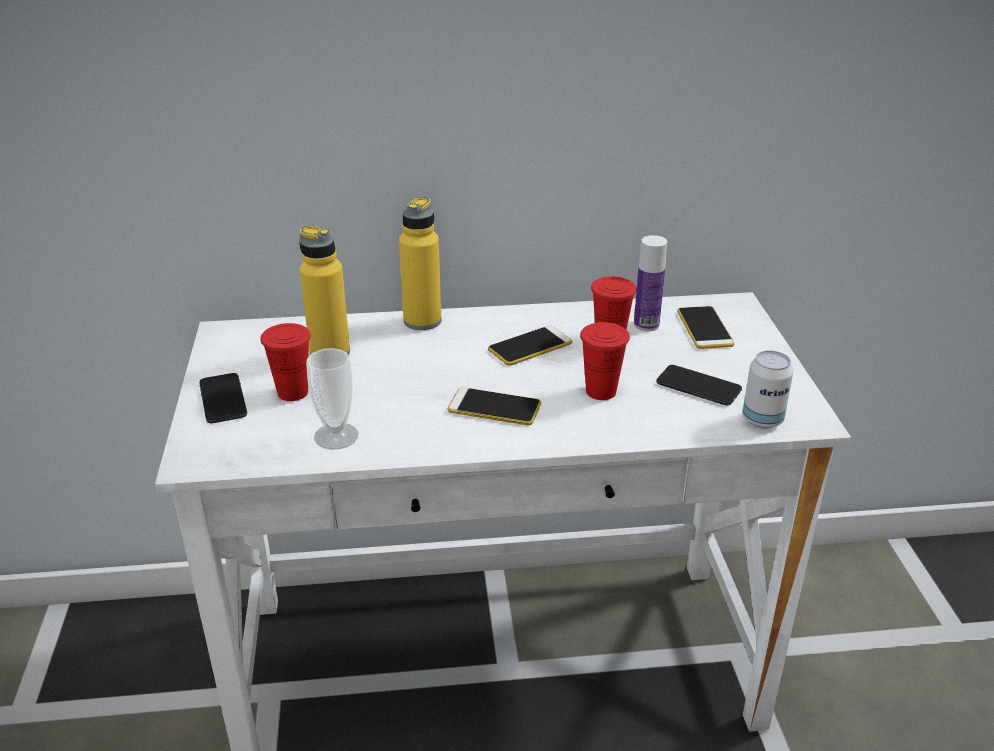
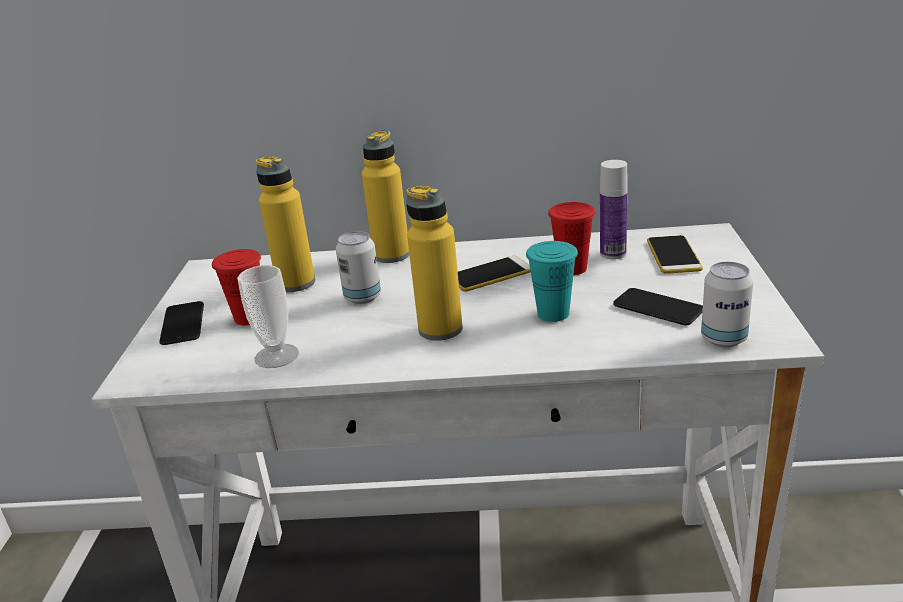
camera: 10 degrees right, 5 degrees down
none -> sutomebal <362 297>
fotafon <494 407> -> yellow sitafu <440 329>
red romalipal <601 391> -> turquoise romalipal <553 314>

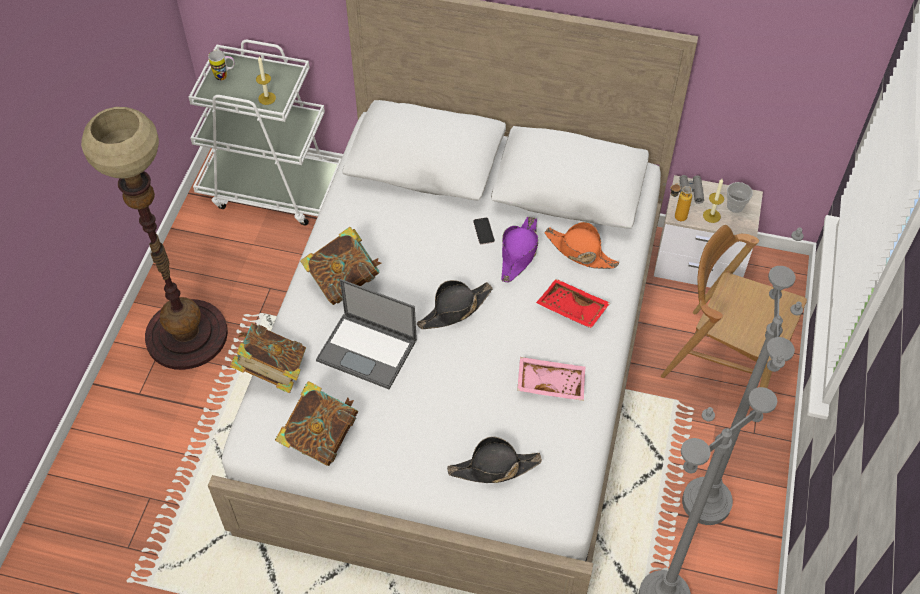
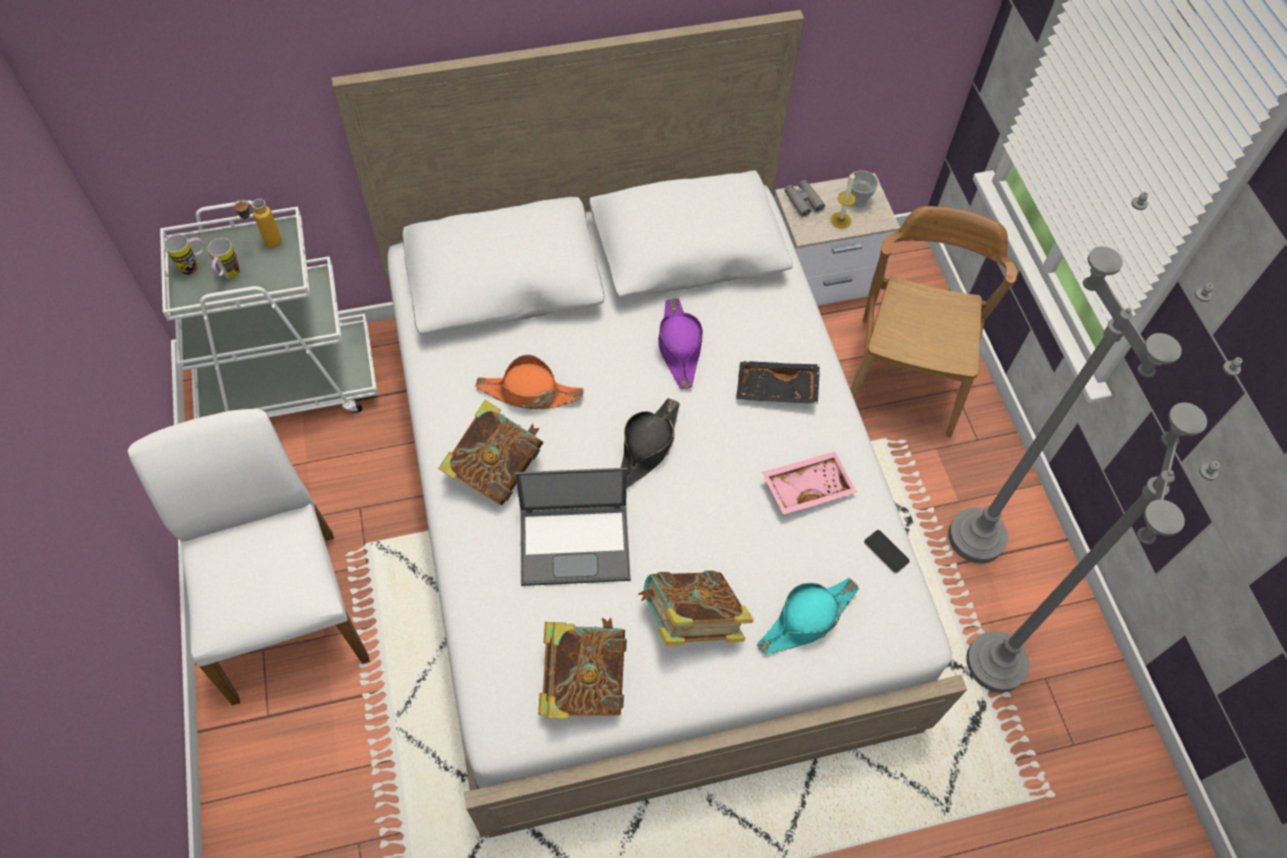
camera: 30 degrees left, 5 degrees up
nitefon <187 334> -> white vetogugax <287 611>
none -> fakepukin <229 276>
sitafu <675 217> -> sitafu <266 244>, relocated
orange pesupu <580 251> -> orange pesupu <529 393>, relocated
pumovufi <272 371> -> pumovufi <691 621>, relocated
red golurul <571 309> -> black golurul <776 390>
black pesupu <494 468> -> turquoise pesupu <806 619>
brown vetogugax <724 362> -> brown vetogugax <905 376>, 105 degrees clockwise
fotafon <483 231> -> fotafon <886 552>, relocated
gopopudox <267 98> -> none

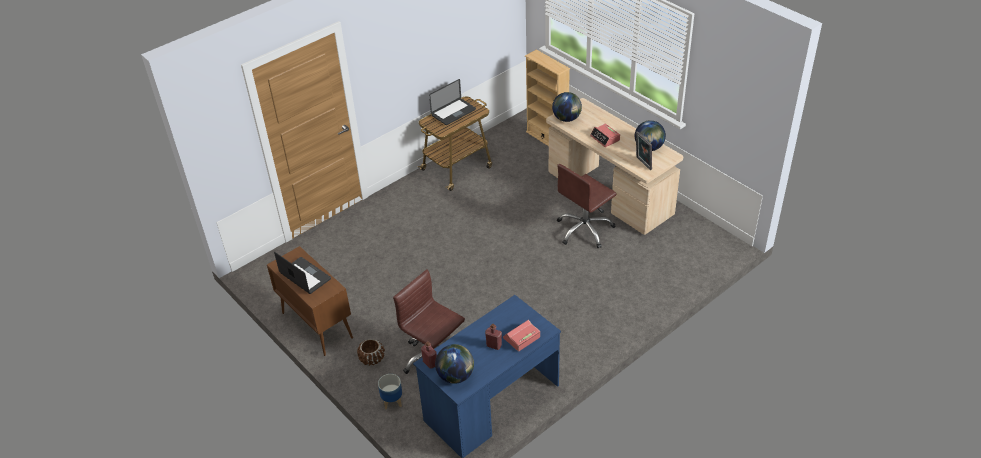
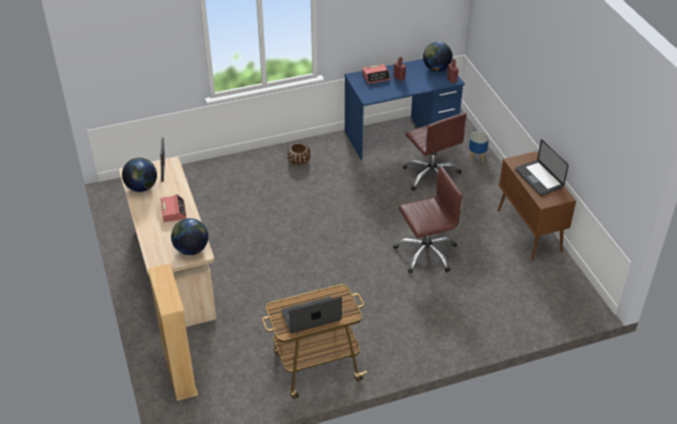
camera: 160 degrees left, 0 degrees up
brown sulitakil <372 359> -> brown sulitakil <299 160>, relocated
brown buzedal <585 230> -> brown buzedal <426 253>, relocated

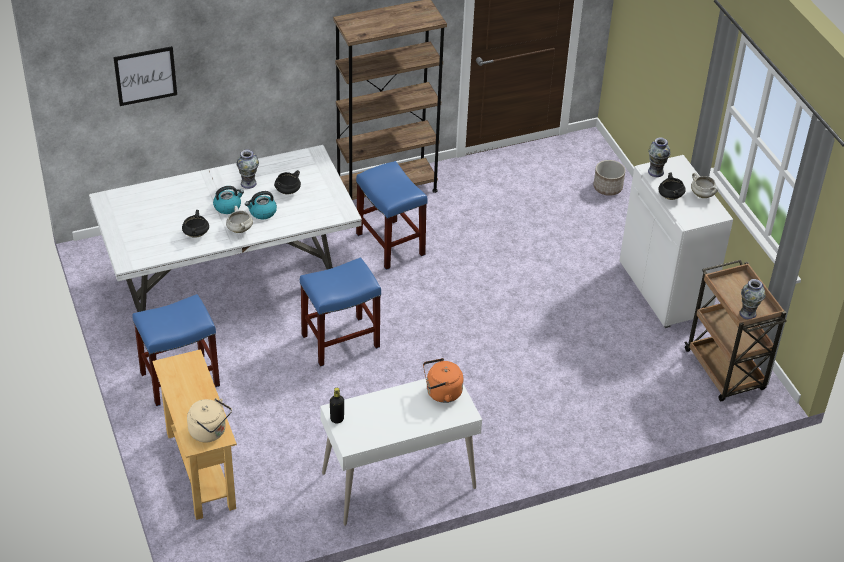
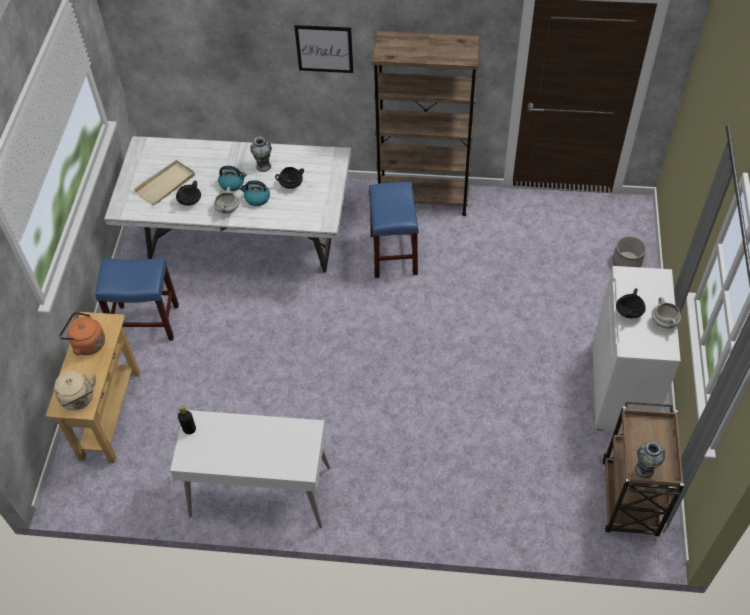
camera: 30 degrees right, 10 degrees up
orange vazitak <441 393> -> orange vazitak <87 343>, relocated
none -> beige golurul <166 184>
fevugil <145 75> -> fevugil <324 48>, relocated
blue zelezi <340 341> -> none
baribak <656 172> -> none

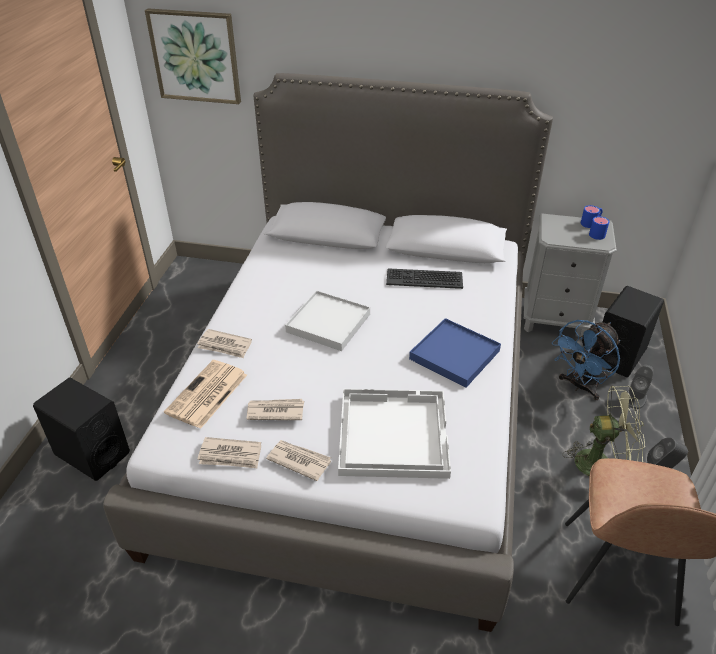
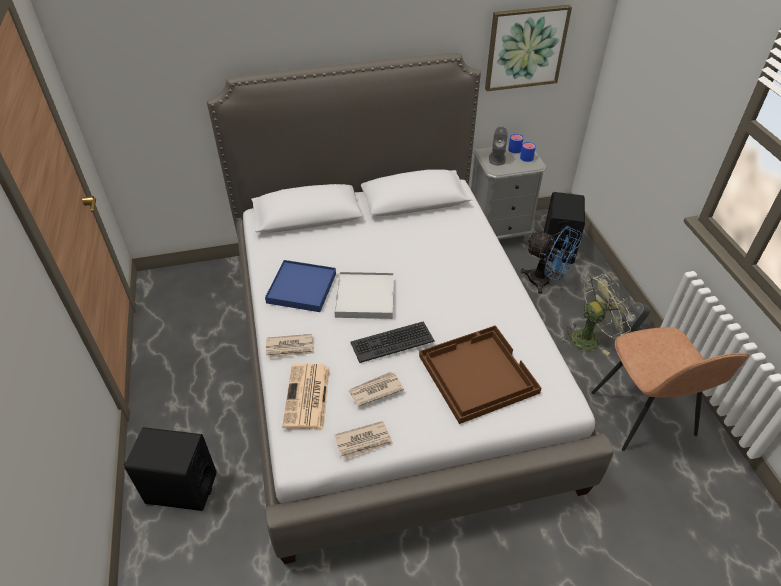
camera: 25 degrees left, 5 degrees up
blue golurul <454 355> -> blue golurul <301 288>, relocated
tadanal <424 279> -> tadanal <392 341>, relocated
white golurul <392 433> -> brown golurul <476 374>
fevugil <195 56> -> fevugil <525 47>, relocated
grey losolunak <635 398> -> grey losolunak <497 158>, relocated
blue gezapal <580 386> -> blue gezapal <544 282>, 75 degrees counterclockwise
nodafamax <299 460> -> none

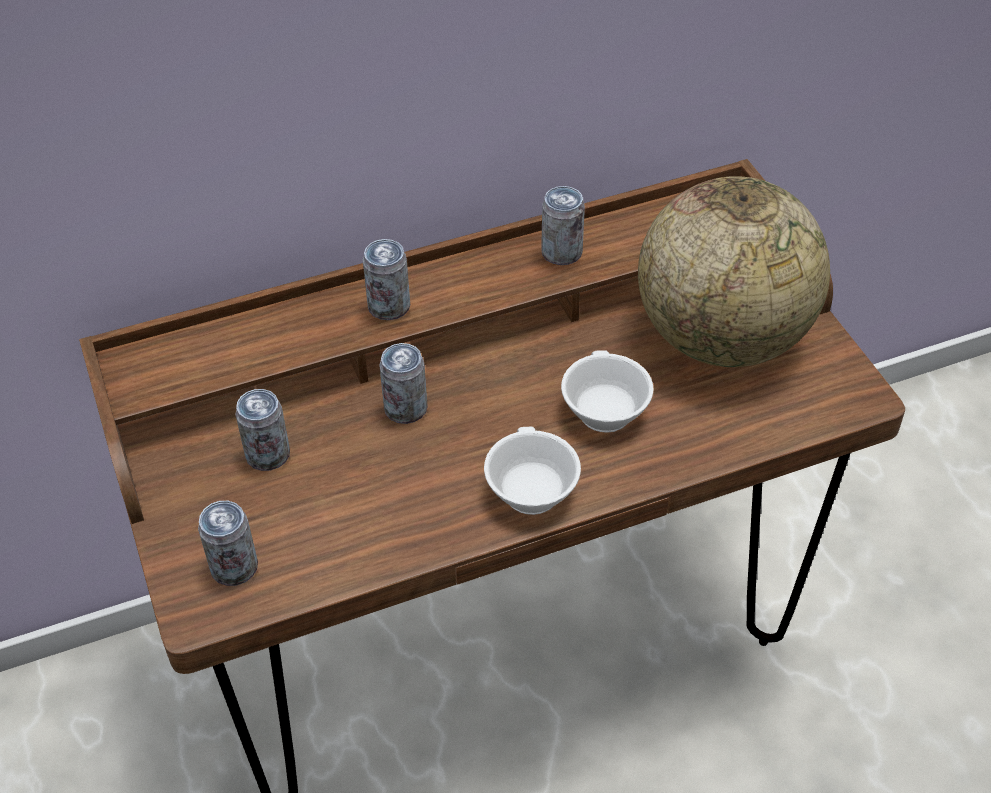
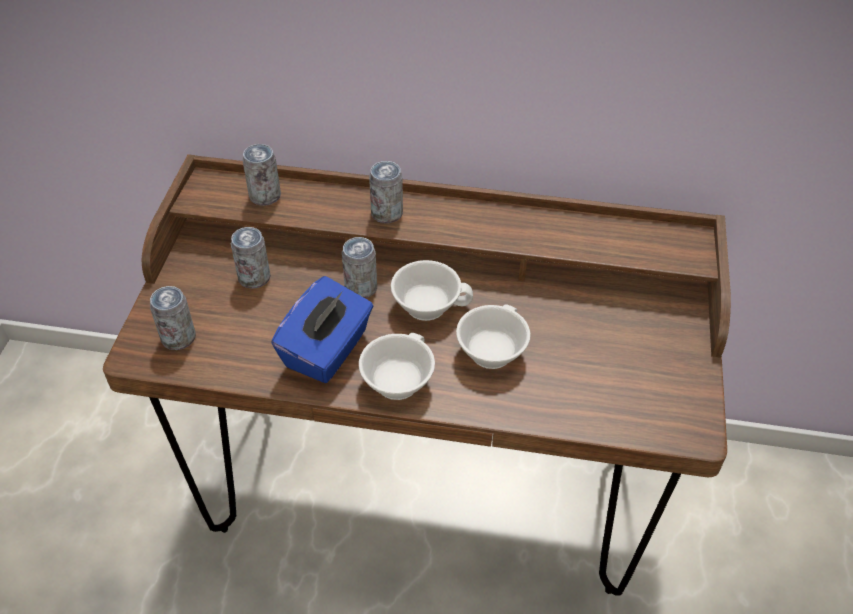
camera: 30 degrees right, 0 degrees up
sutomebal <561 253> -> sutomebal <265 196>, relocated
none -> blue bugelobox <327 350>
none -> white romalipal <428 303>
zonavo <722 338> -> none

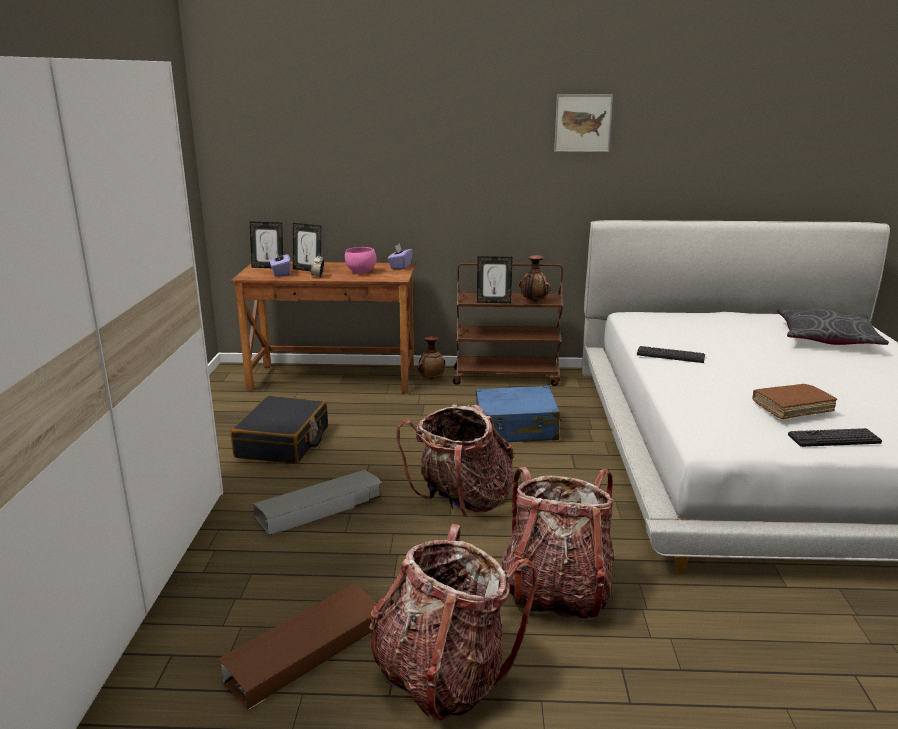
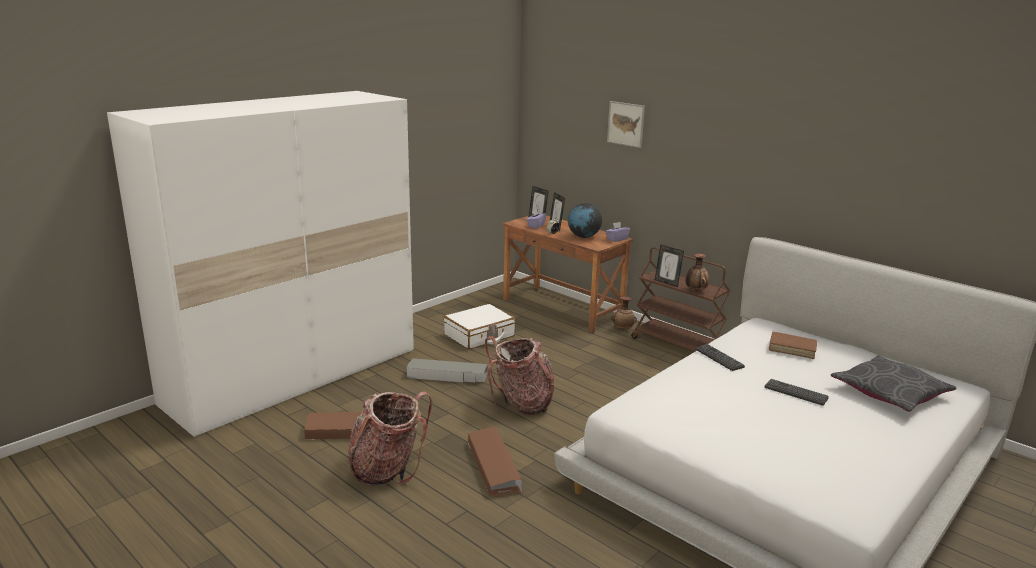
camera: 40 degrees right, 0 degrees up
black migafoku <283 442> -> white migafoku <479 335>
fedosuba <556 592> -> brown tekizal <493 466>
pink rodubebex <360 272> -> zonavo <583 237>
fevugil <583 123> -> fevugil <626 124>, relocated
tadanal <834 439> -> tadanal <795 392>, relocated
brown pumovufi <792 407> -> brown pumovufi <792 349>, relocated
blue migafoku <516 428> -> none

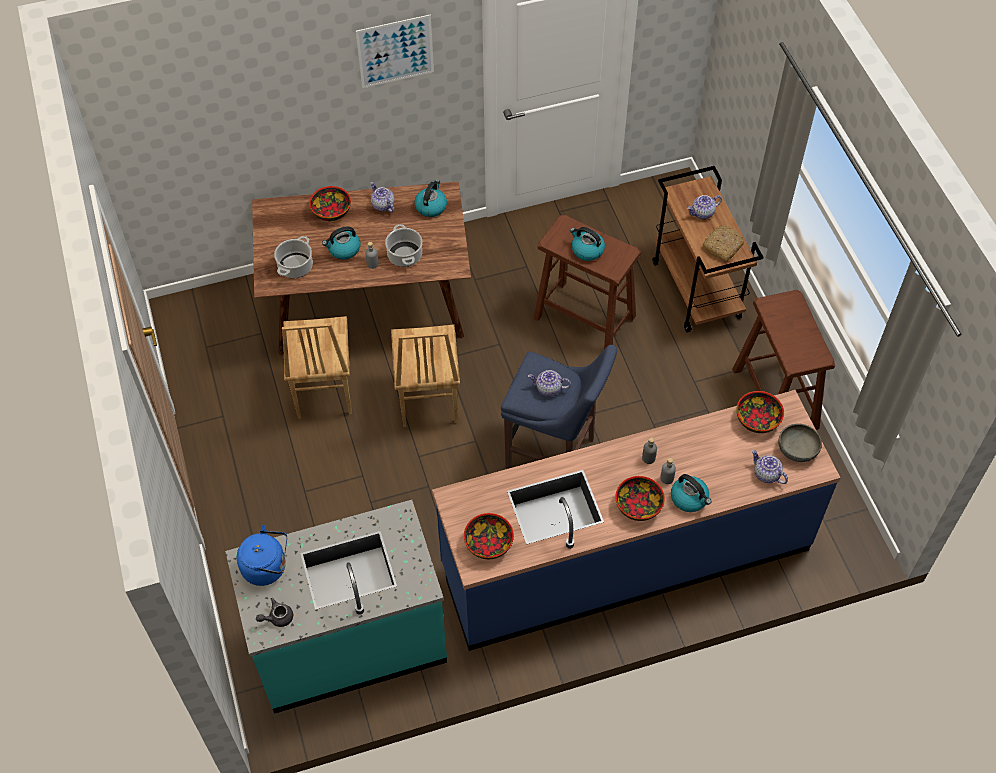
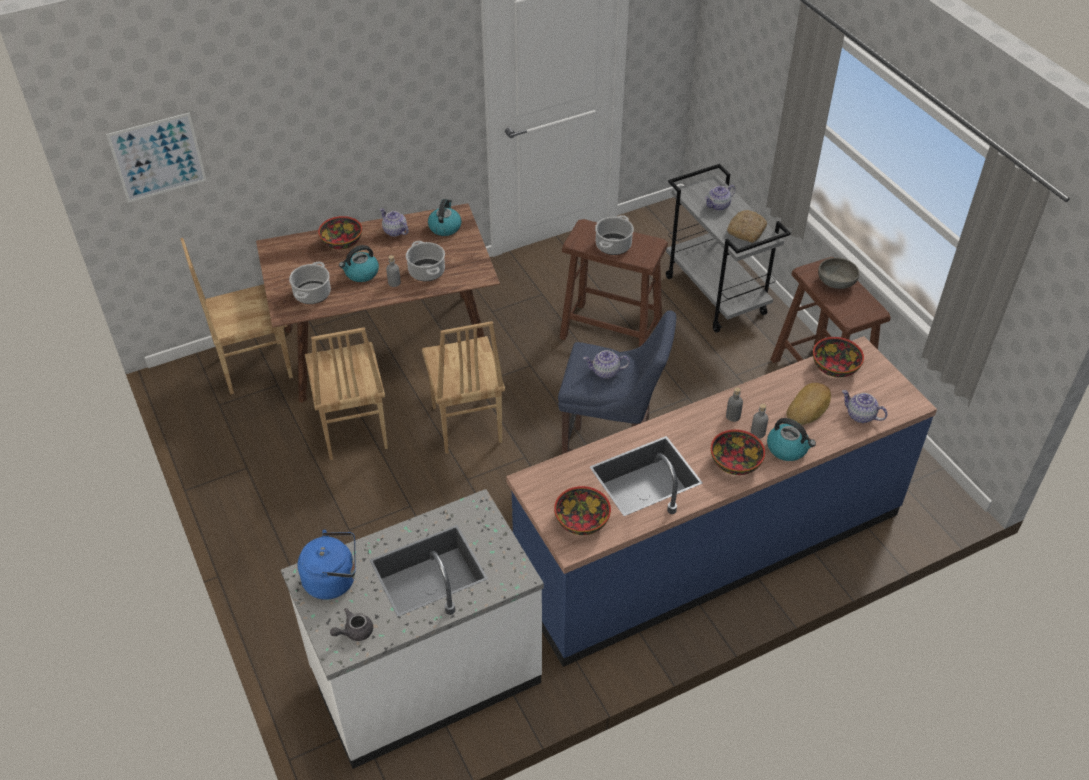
camera: 10 degrees left, 10 degrees down
fevugil <395 51> -> fevugil <158 157>, relocated
none -> brown vetogugax <254 367>
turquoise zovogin <348 641> -> white zovogin <425 677>
vazitak <586 250> -> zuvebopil <613 246>
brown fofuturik <697 290> -> grey fofuturik <716 296>
none -> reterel <809 407>
grey rodubebex <797 449> -> grey rodubebex <836 282>, relocated

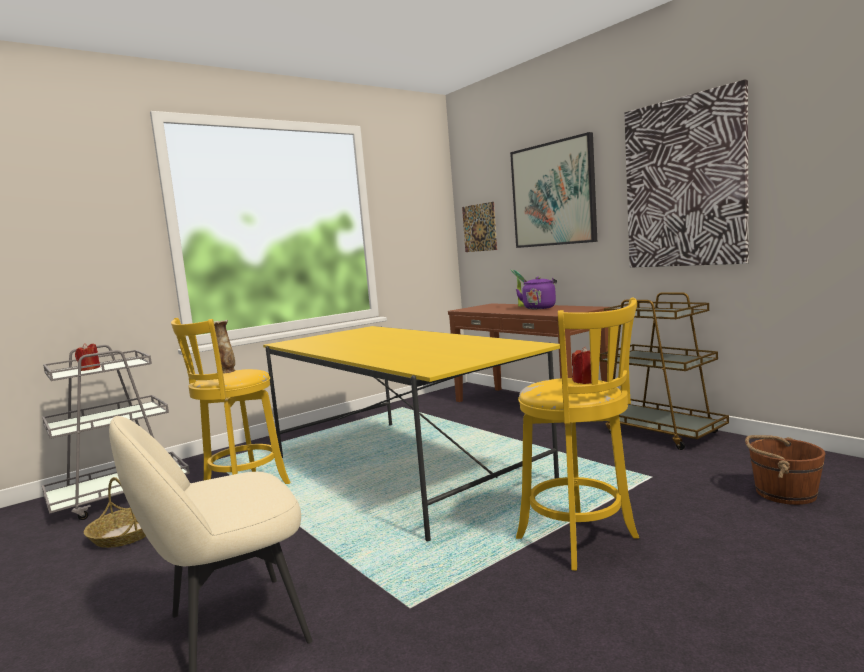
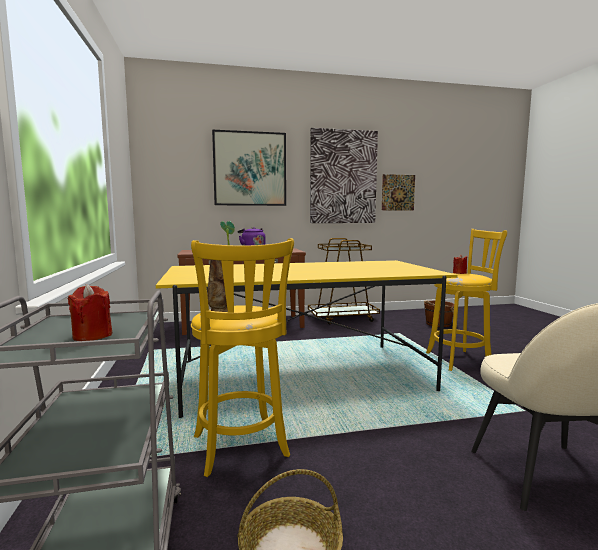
camera: 65 degrees left, 0 degrees up
fevugil <479 227> -> fevugil <398 192>, relocated

